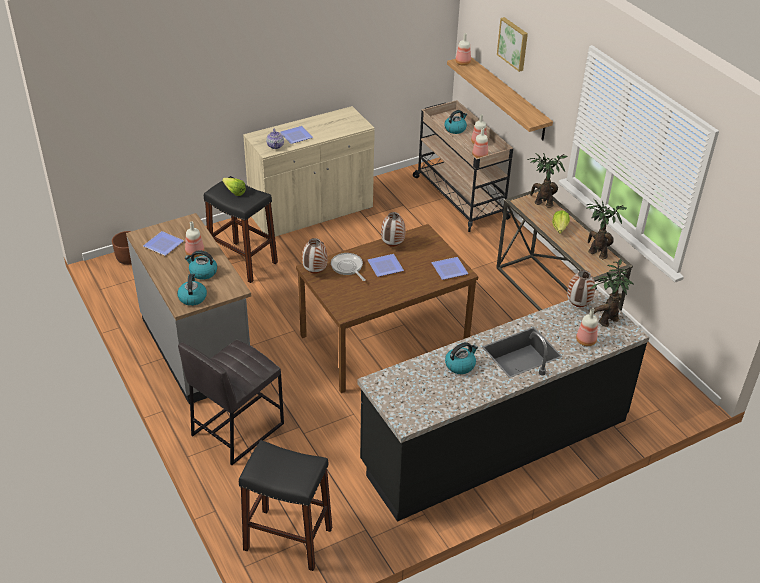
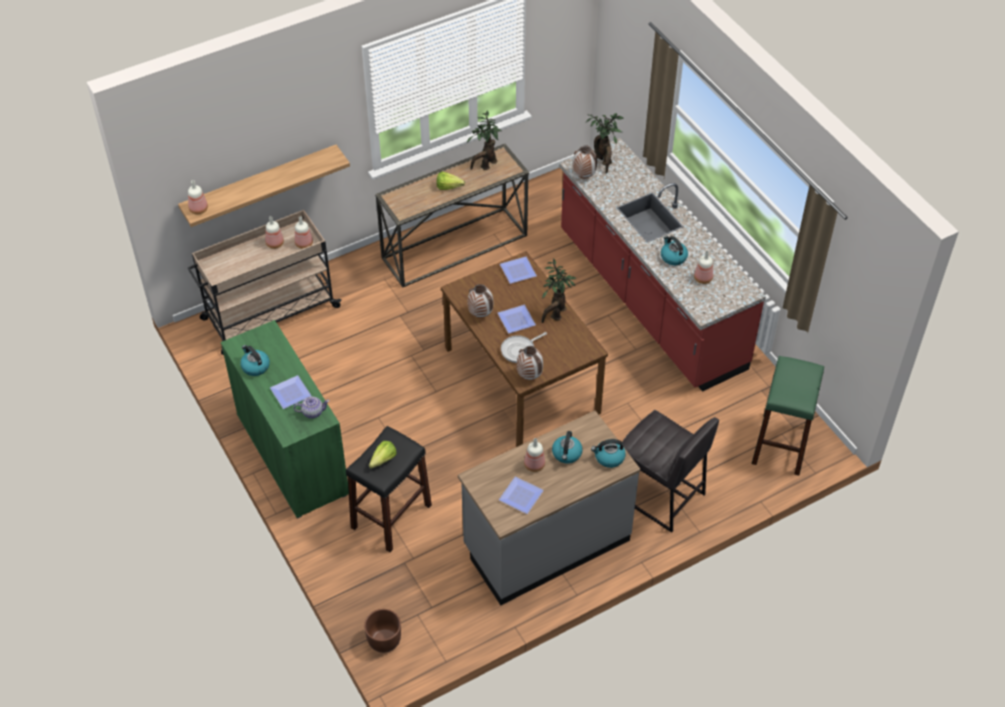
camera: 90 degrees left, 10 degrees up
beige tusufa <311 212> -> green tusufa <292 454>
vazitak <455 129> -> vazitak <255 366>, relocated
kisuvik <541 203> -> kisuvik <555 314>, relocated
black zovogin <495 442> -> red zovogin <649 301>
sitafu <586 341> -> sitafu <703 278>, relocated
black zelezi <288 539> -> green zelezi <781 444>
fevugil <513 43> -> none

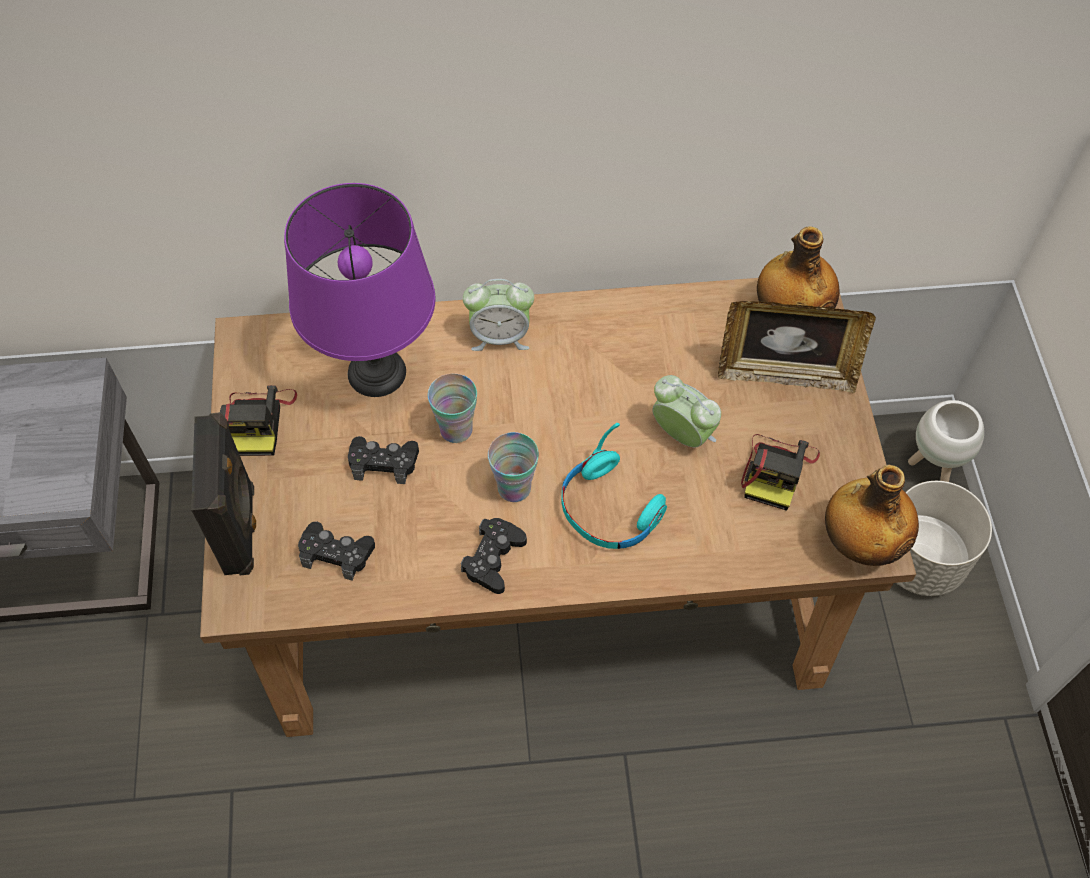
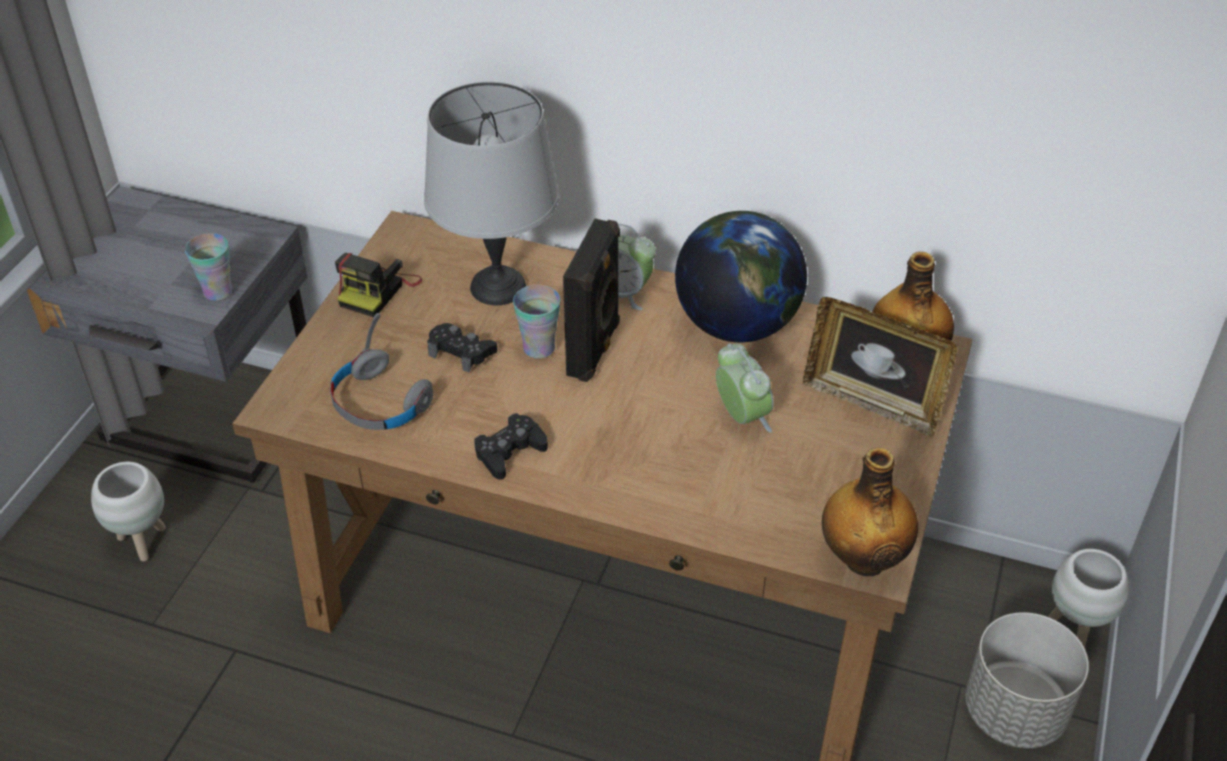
camera: 25 degrees right, 15 degrees down
none -> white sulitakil <142 541>
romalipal <514 488> -> romalipal <218 292>, relocated
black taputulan <336 553> -> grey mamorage <379 403>
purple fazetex <378 373> -> grey fazetex <498 288>
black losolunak <242 529> -> black losolunak <595 349>, relocated
none -> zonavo <737 324>
turquoise mamorage <609 509> -> none
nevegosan <776 470> -> none

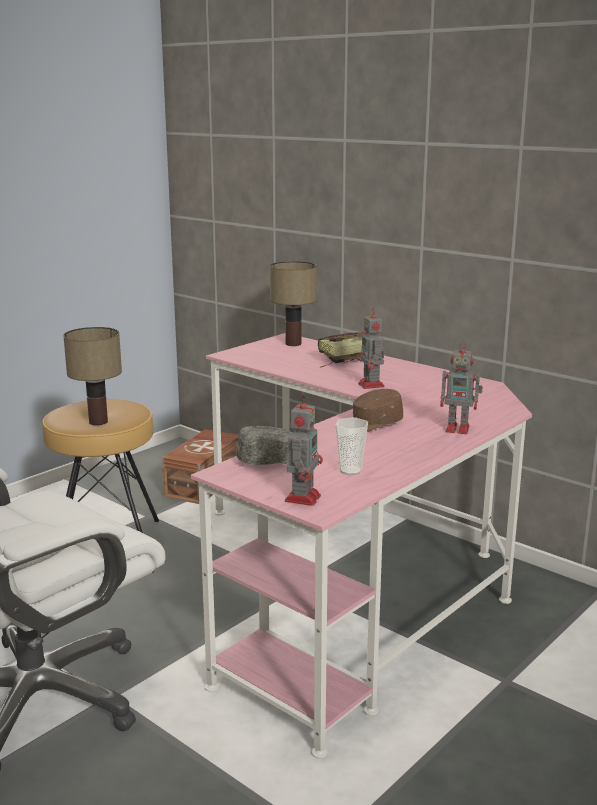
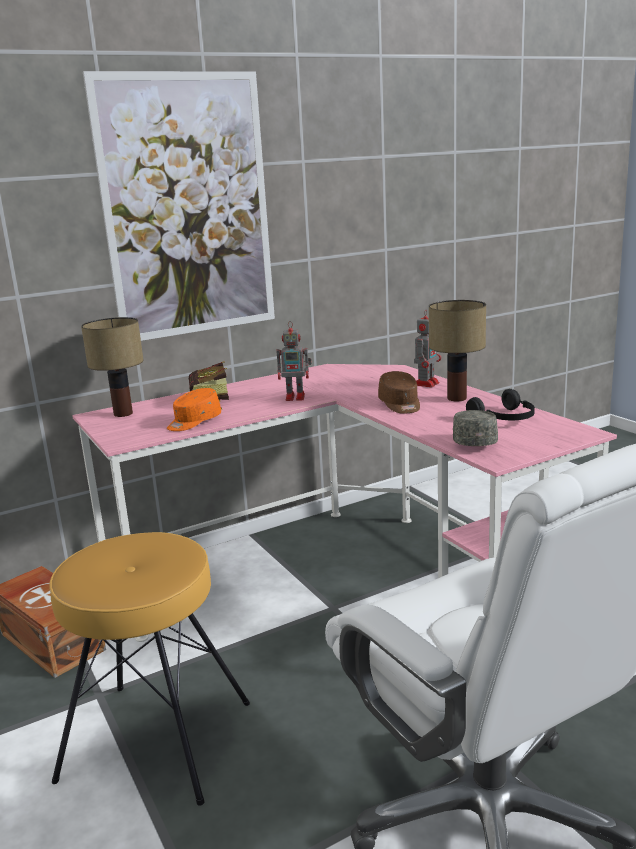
camera: 70 degrees left, 0 degrees up
none -> fevugil <187 207>
none -> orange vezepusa <193 422>
fazetex <97 422> -> fazetex <457 399>, relocated
romalipal <350 471> -> black mamorage <505 418>
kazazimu <303 497> -> none

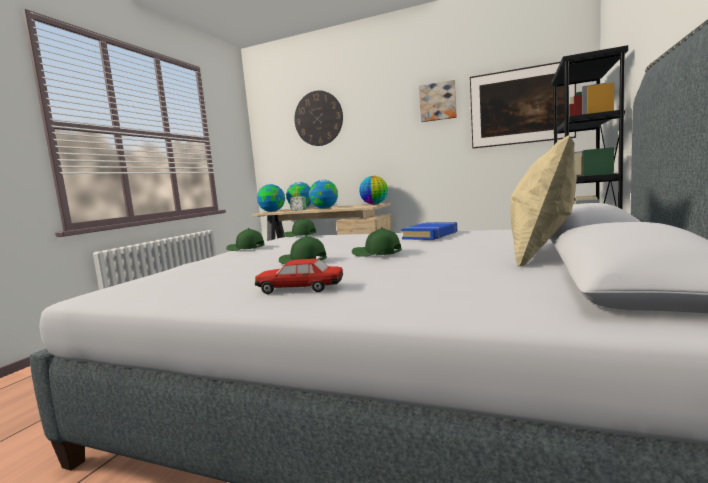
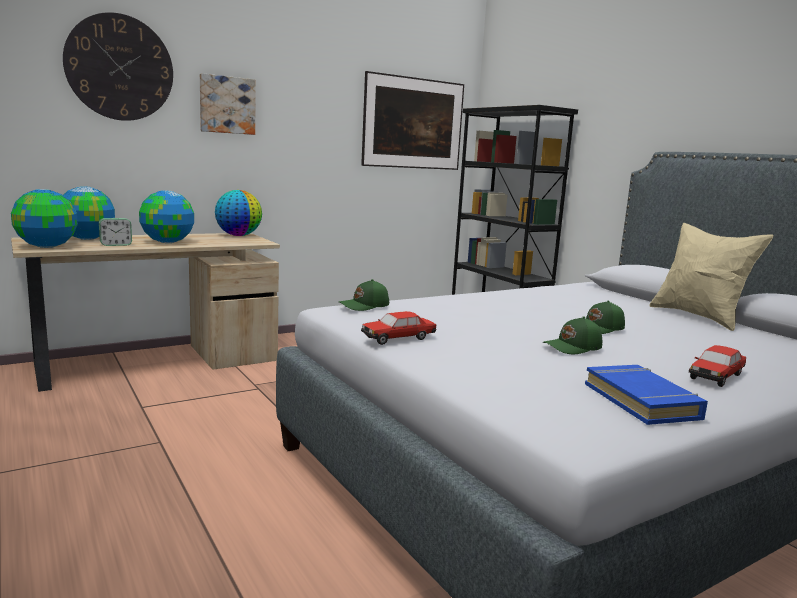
camera: 55 degrees left, 5 degrees up
fevugil <438 102> -> fevugil <227 105>, relocated
green vezepusa <245 248> -> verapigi <398 338>
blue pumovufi <431 235> -> blue pumovufi <642 401>, relocated

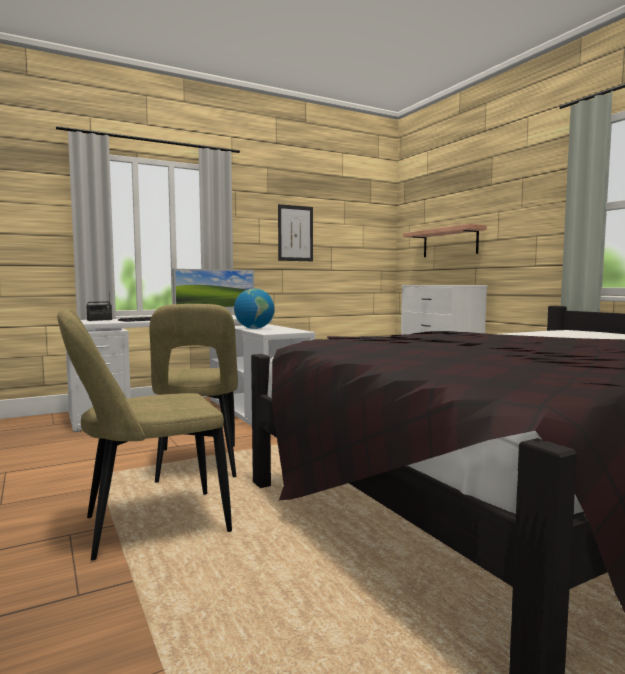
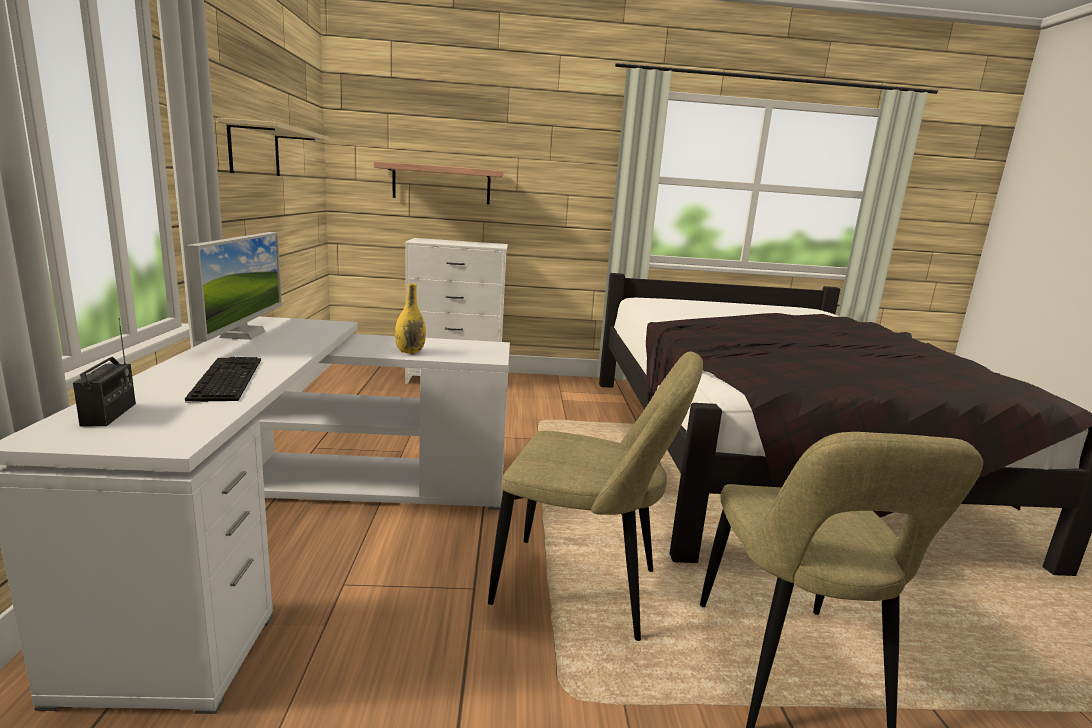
camera: 65 degrees left, 10 degrees up
fevugil <295 233> -> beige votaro <254 150>
zonavo <254 328> -> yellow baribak <410 352>

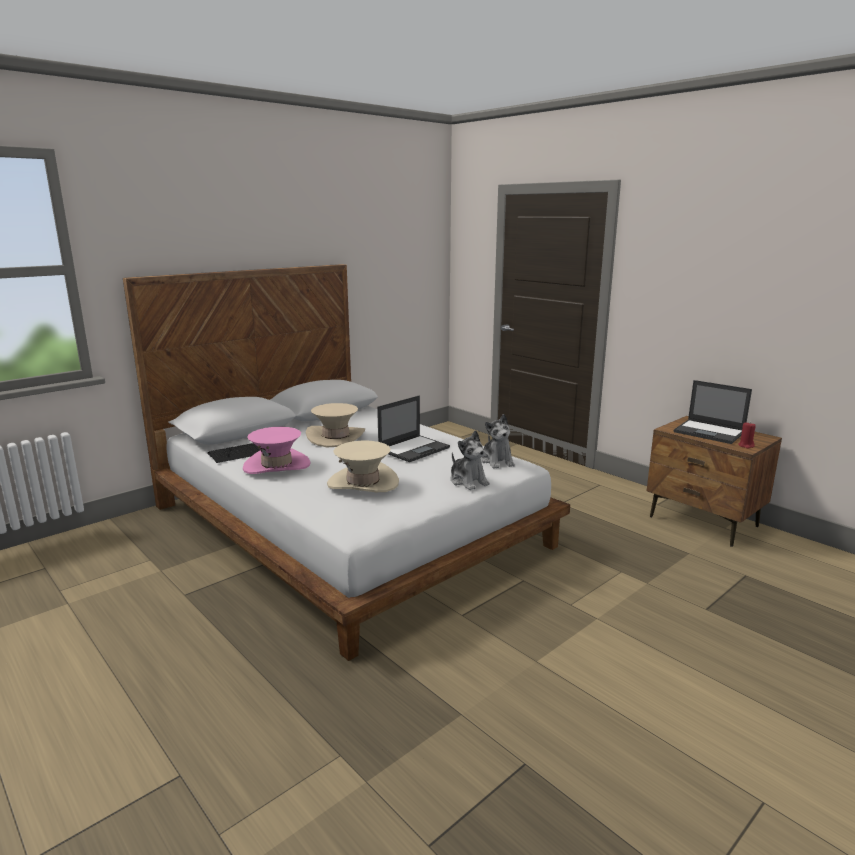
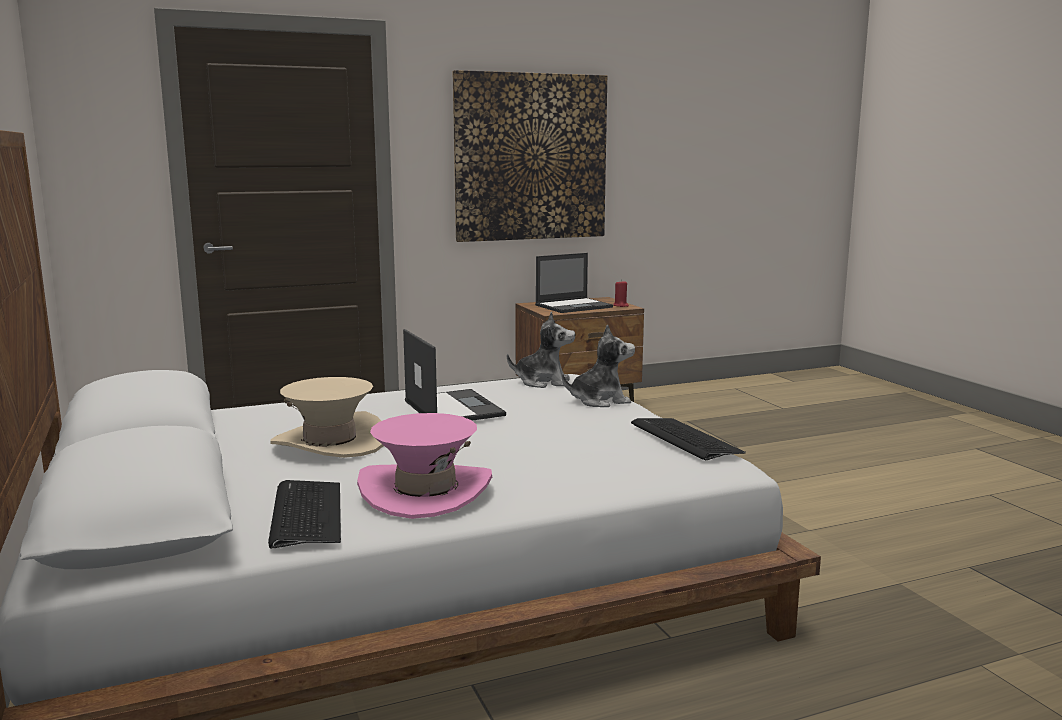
camera: 70 degrees left, 5 degrees down
none -> fevugil <531 157>
none -> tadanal <685 439>
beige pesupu <363 483> -> none

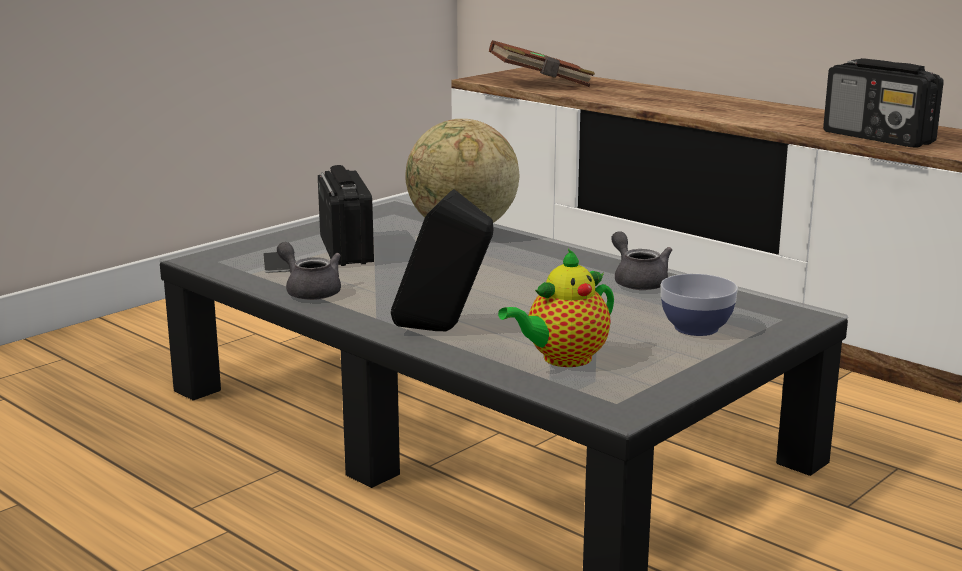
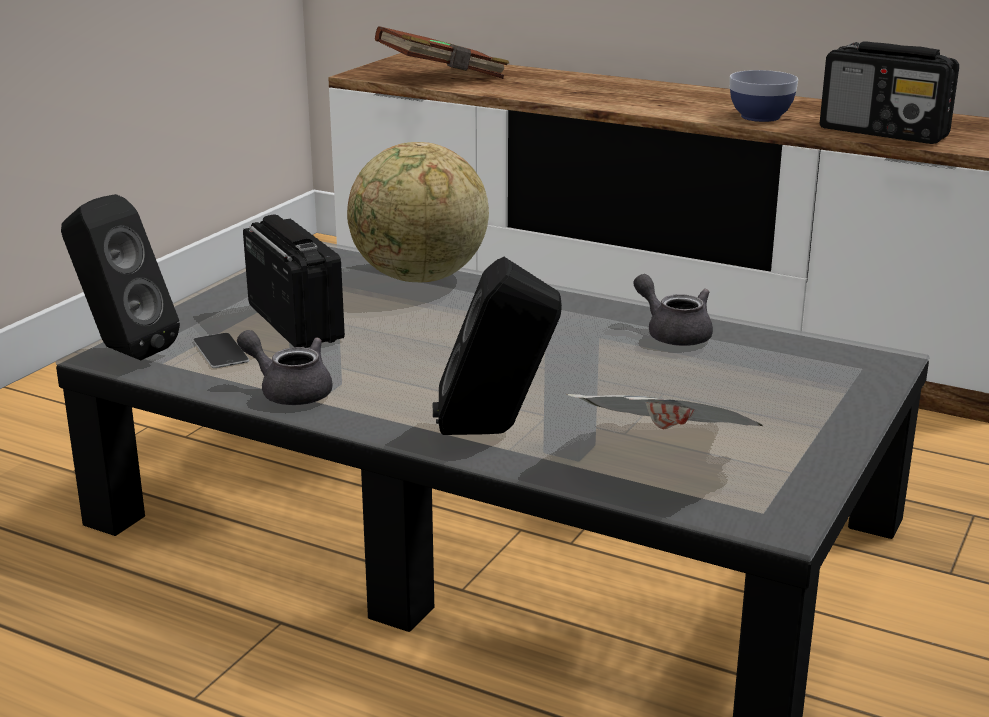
camera: 15 degrees left, 5 degrees up
none -> black losolunak <122 351>
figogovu <562 359> -> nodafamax <665 458>
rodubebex <696 328> -> rodubebex <760 117>, relocated

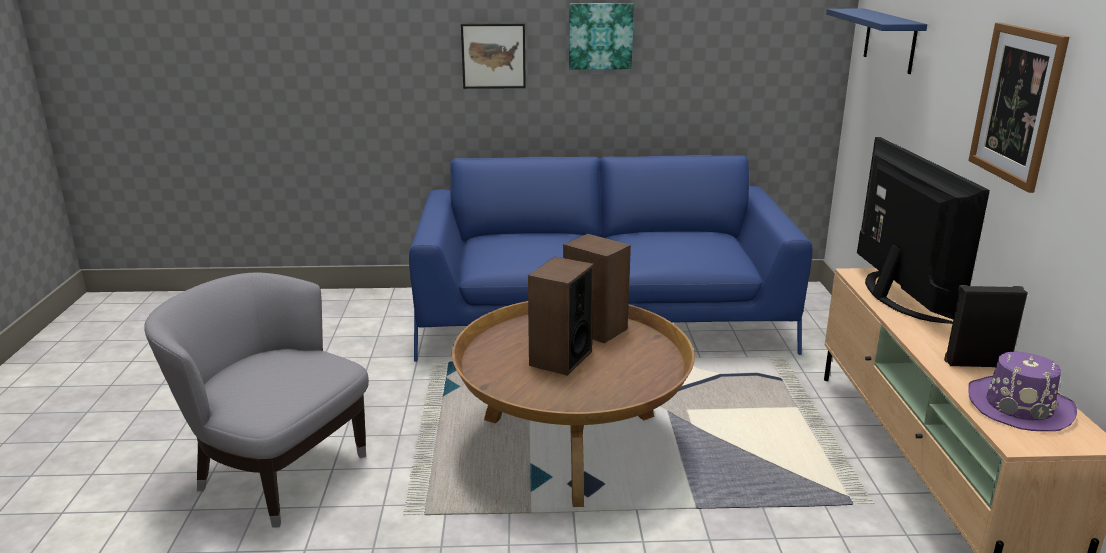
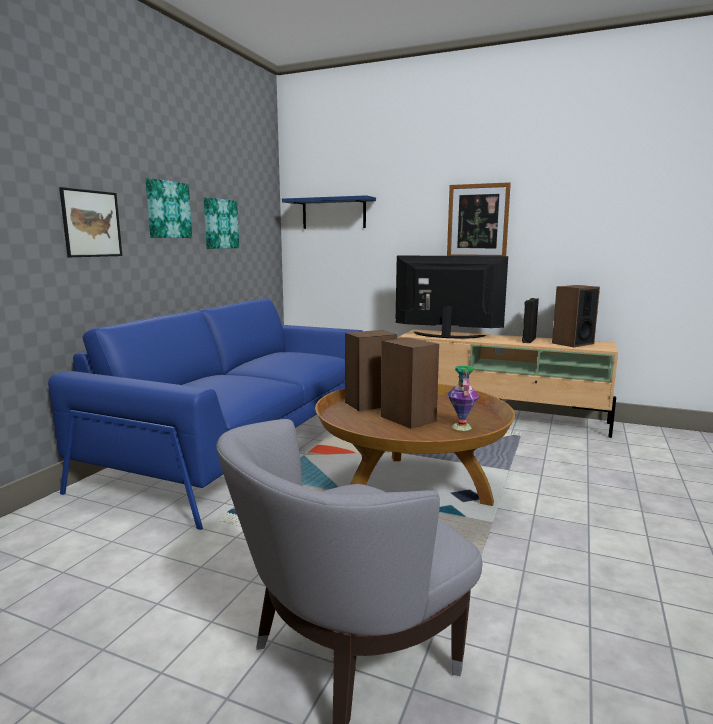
camera: 65 degrees left, 10 degrees down
none -> fevugil <220 224>
none -> baribak <461 427>
purple pesupu <1019 406> -> losolunak <572 343>

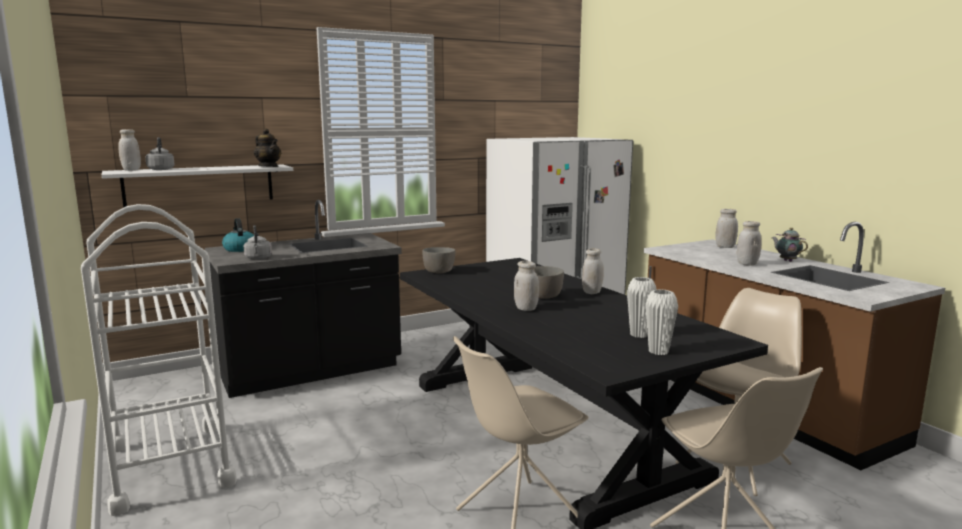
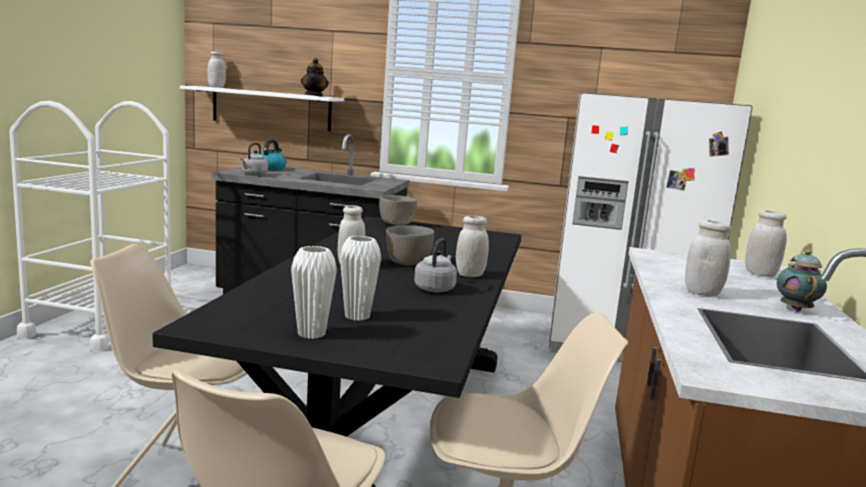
camera: 40 degrees right, 0 degrees up
grey vazitak <161 169> -> grey vazitak <435 288>, relocated

